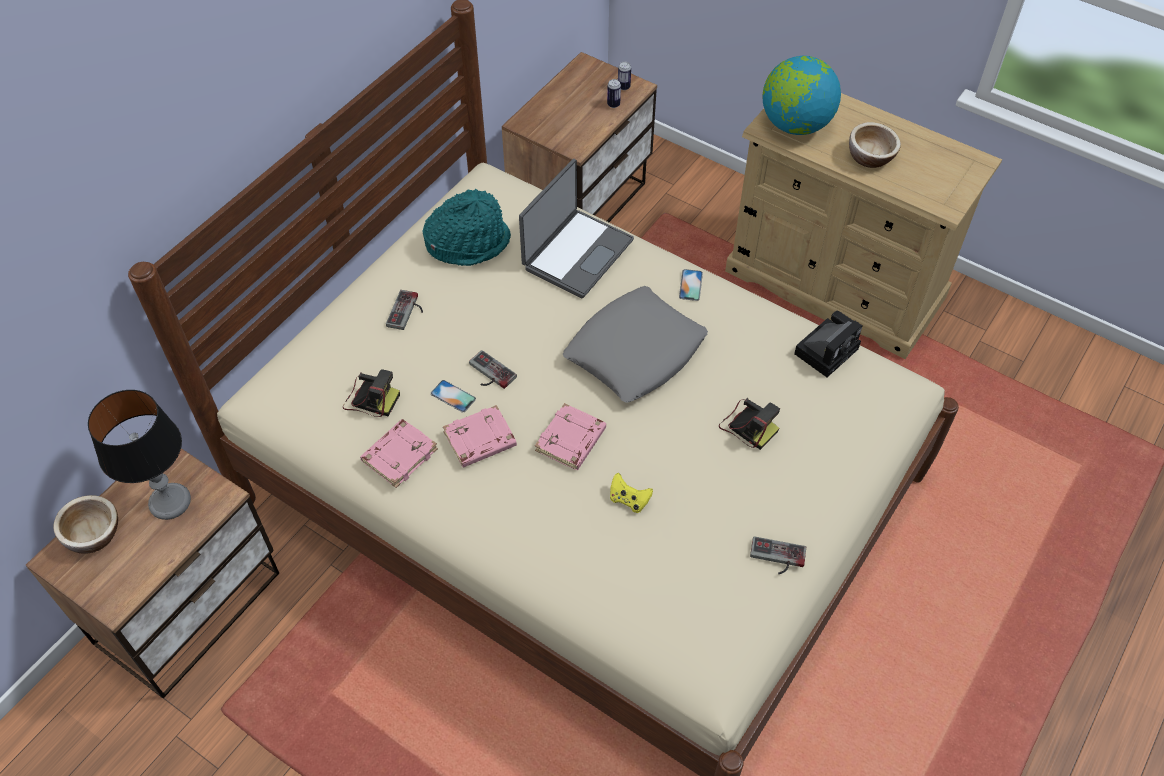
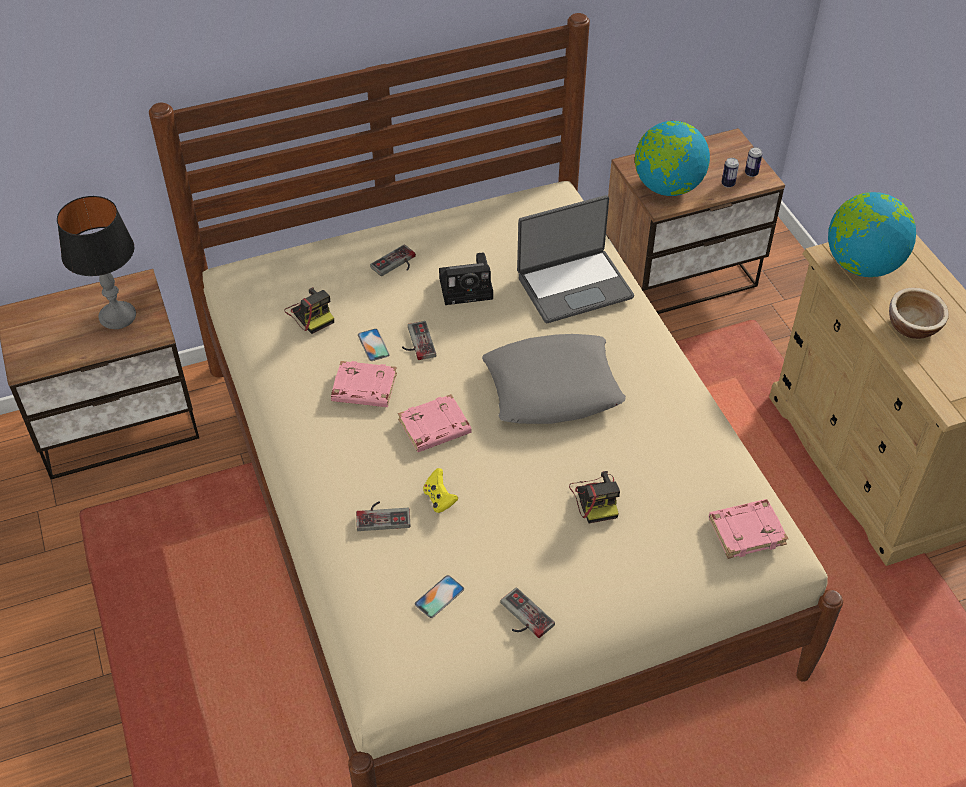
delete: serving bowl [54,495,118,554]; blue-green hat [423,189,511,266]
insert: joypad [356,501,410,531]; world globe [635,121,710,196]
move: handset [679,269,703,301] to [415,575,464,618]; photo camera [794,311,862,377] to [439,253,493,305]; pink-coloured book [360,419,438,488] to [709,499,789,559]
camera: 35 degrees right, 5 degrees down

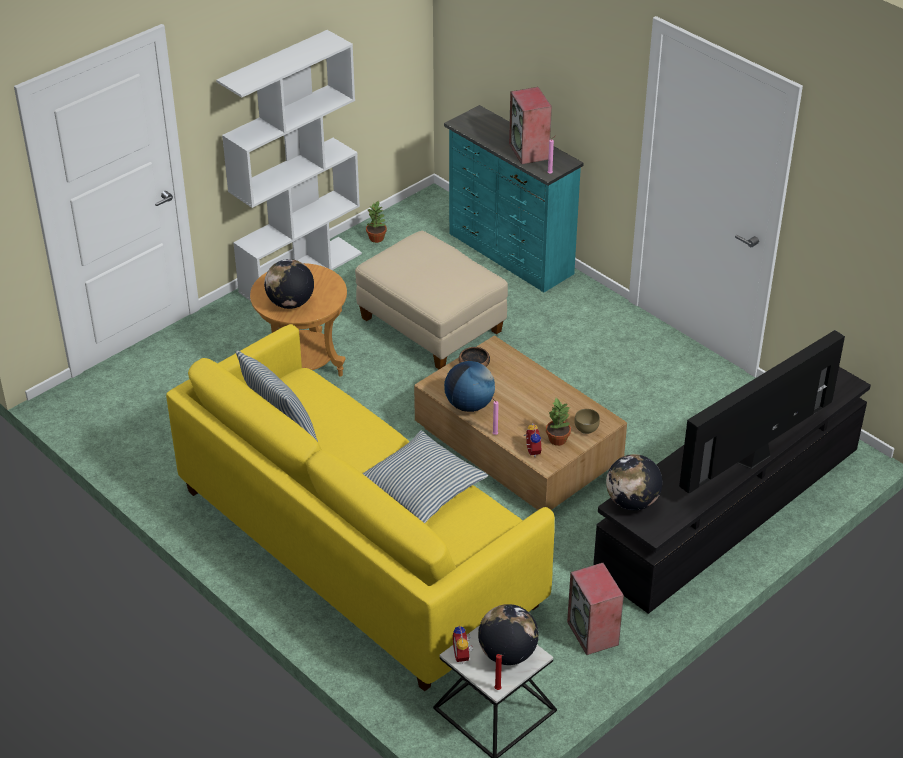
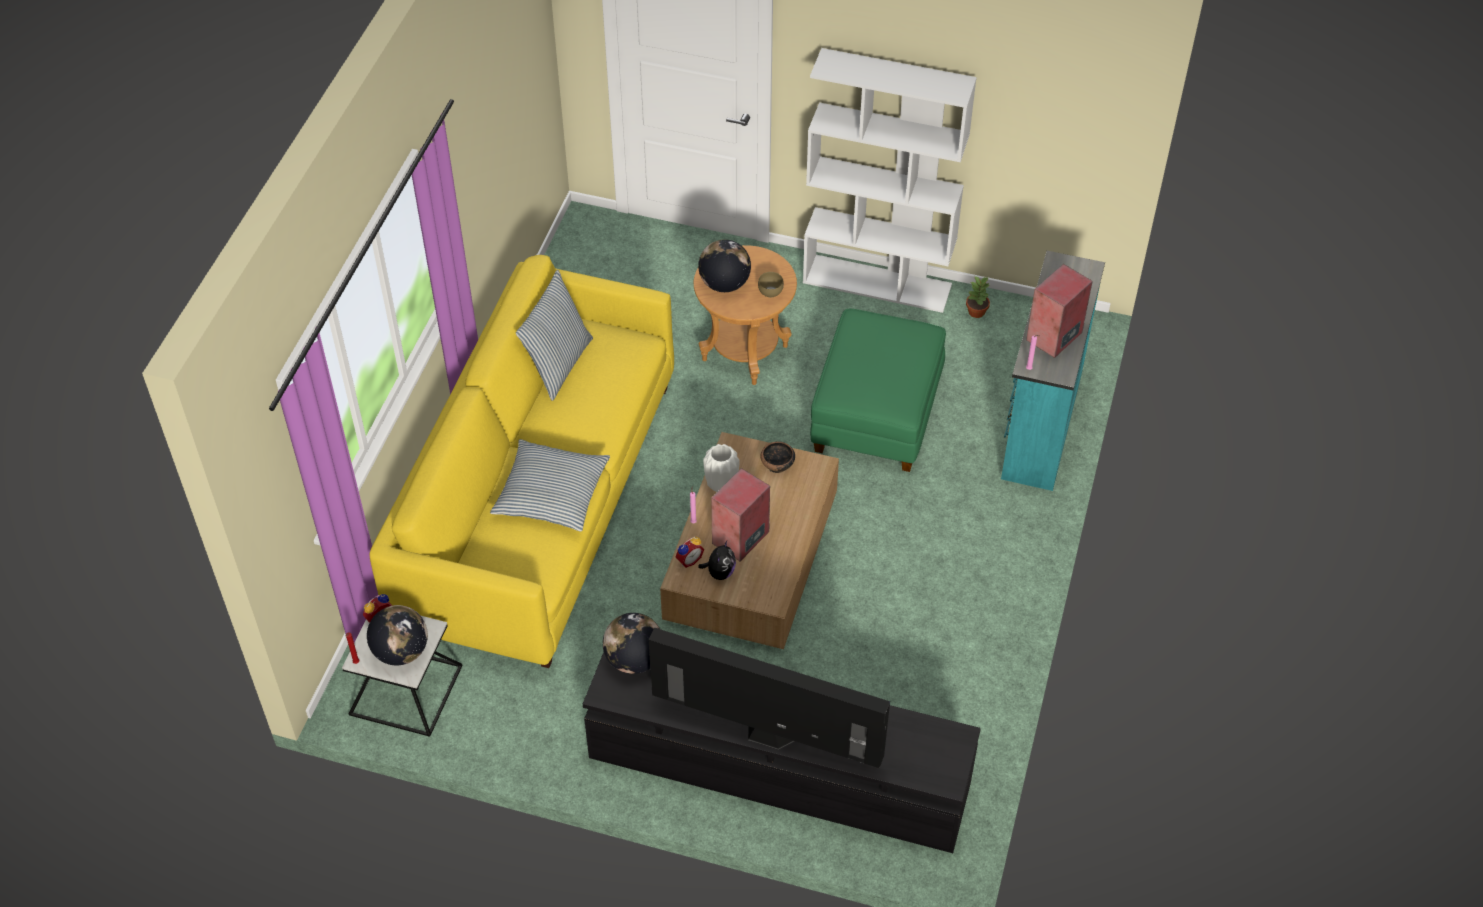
move: speaker [567,563,624,655] to [711,468,770,561]; brown-coloured serving bowl [574,409,600,434] to [758,272,784,298]
replace: potted plant [546,398,571,446] to soft toy [698,541,736,580]; world globe [444,361,495,412] to whitish decorative vase [703,444,739,492]
recolor: beige ottoman [355,231,508,369] to green-coloured ottoman [810,309,946,472]
camera: 60 degrees right, 10 degrees up

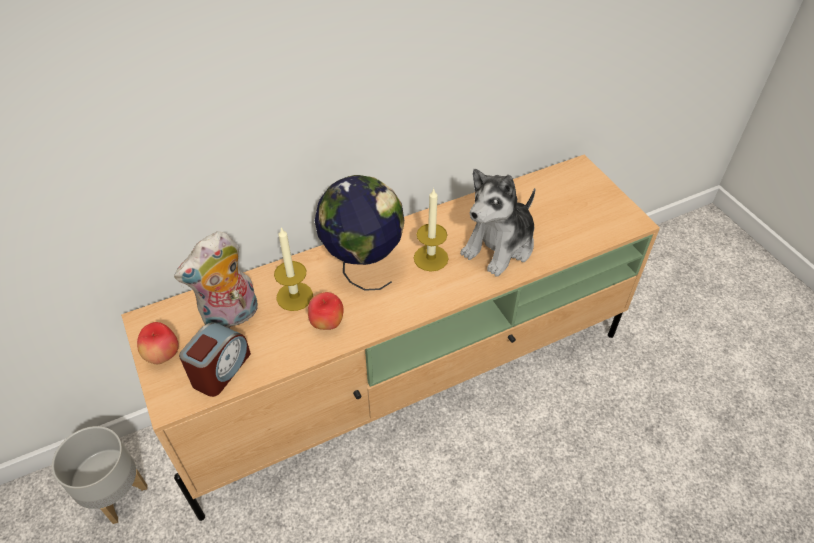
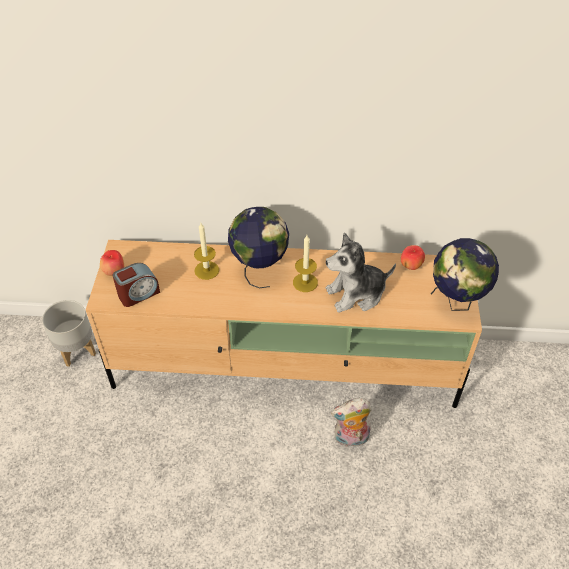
insert: world globe [431,238,499,311]
move: soft toy [174,231,258,329] to [331,398,372,449]; apple fruit [308,292,344,330] to [401,245,425,270]
camera: 30 degrees right, 0 degrees up

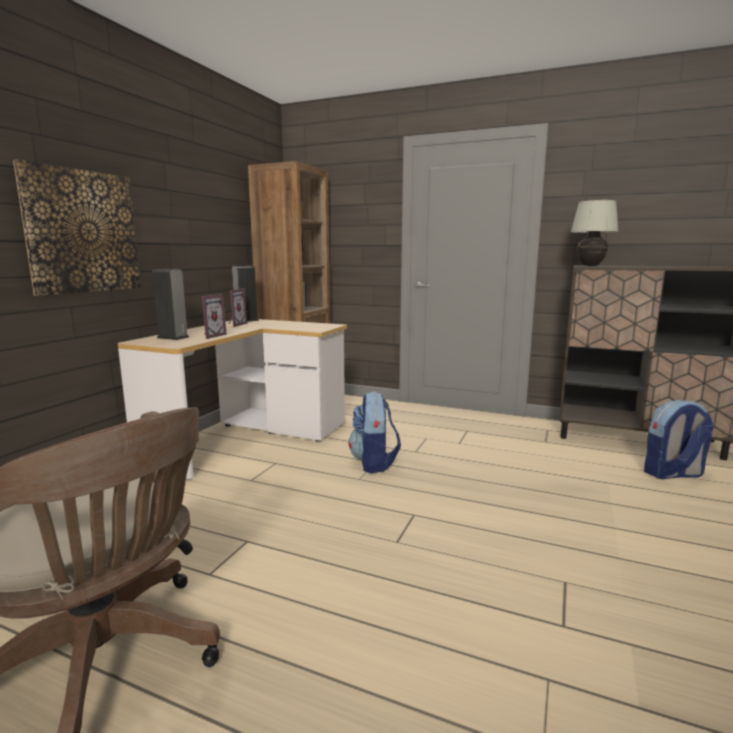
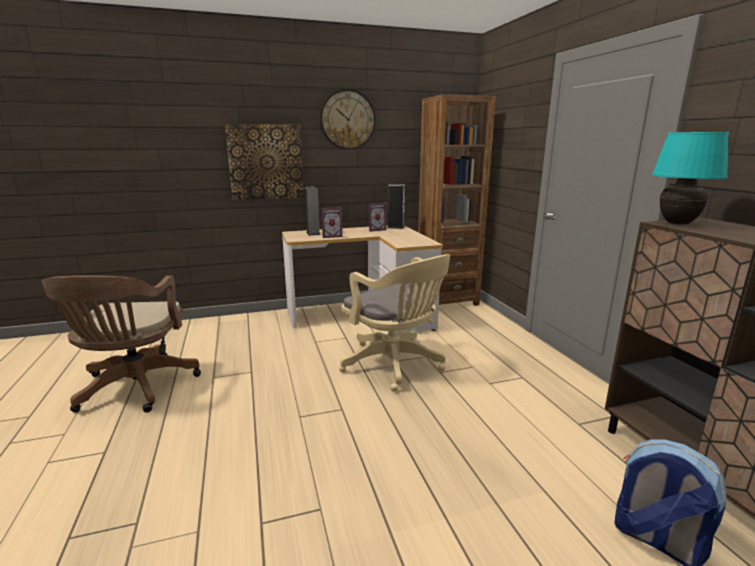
insert: clock on the wall [320,89,376,150]
replace: backpack [348,391,401,473] to beige computer chair [339,254,450,392]
recolor: whitish lamp for a table [571,200,619,266] to blue-green lamp for a table [652,132,729,225]
camera: 50 degrees right, 5 degrees up

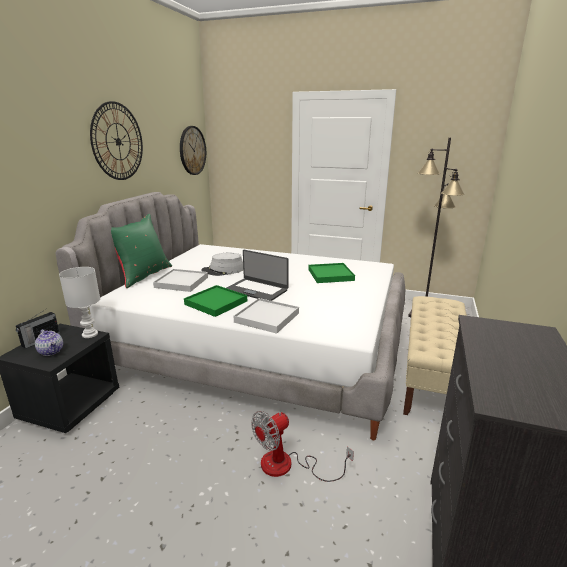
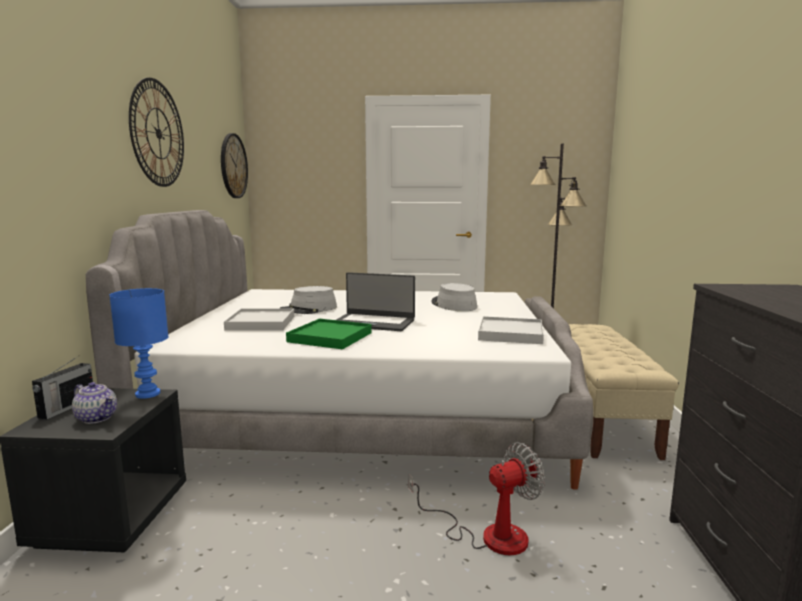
delete: green-coloured pillow [111,214,172,288]
move: whitish tray [234,298,299,334] to [478,316,544,344]
replace: green-coloured tray [308,263,355,283] to gray hat [431,283,477,311]
recolor: whitish lamp for a table [59,267,100,338] to blue lamp for a table [109,288,169,399]
rotate: electric fan [251,411,354,482] = [408,442,545,555] 150 degrees counterclockwise
camera: 15 degrees left, 10 degrees down

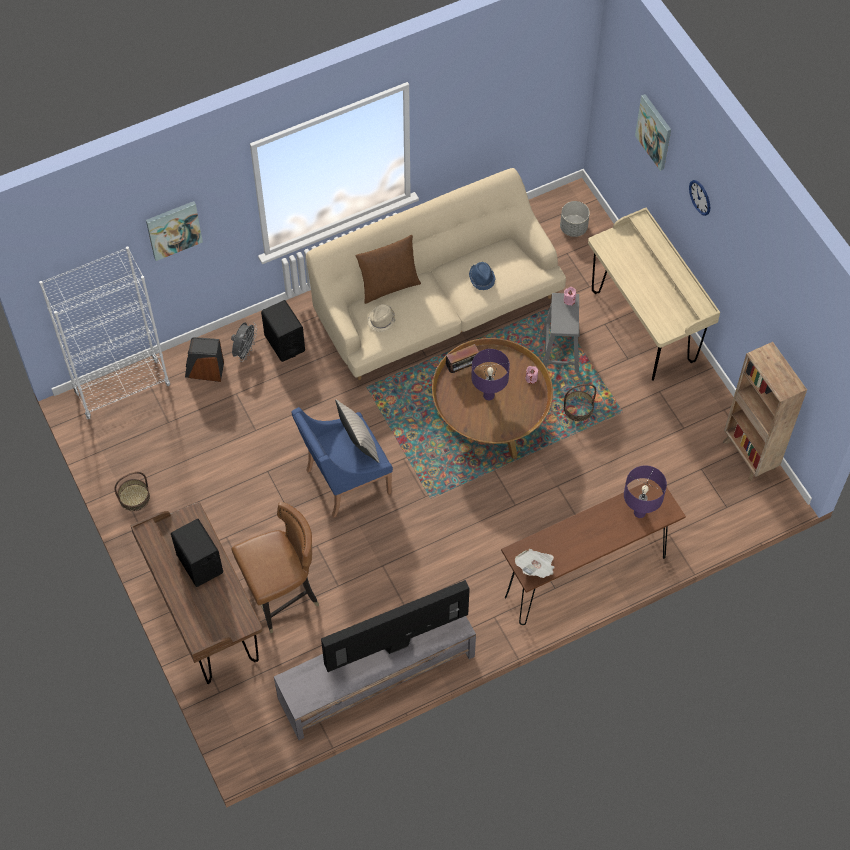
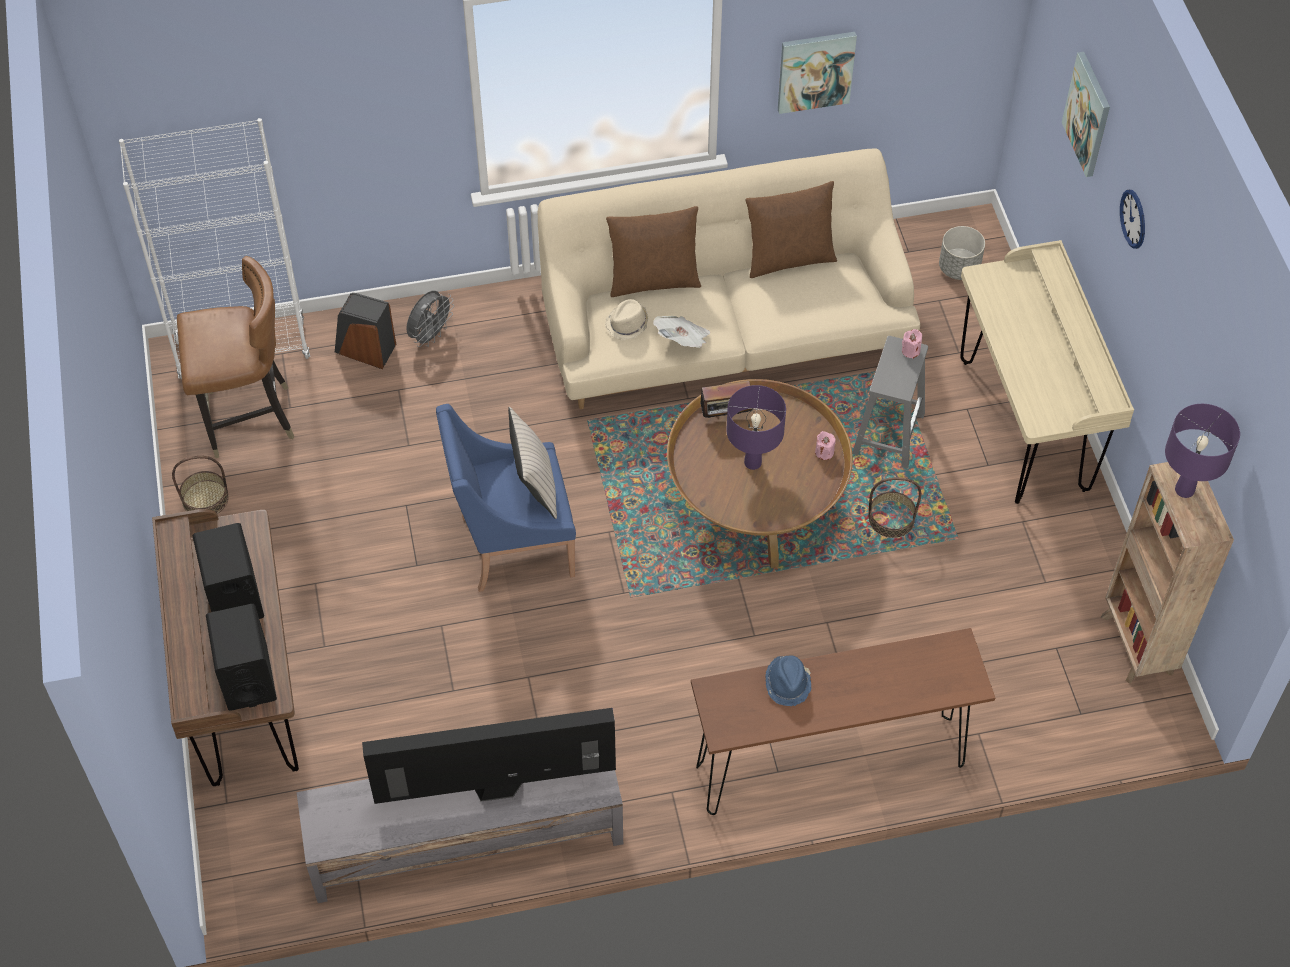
insert: brown-coloured pillow [745,181,837,278]
move: brown-coloured upright chair [231,502,319,633] to [177,256,294,458]; blackish speaker [261,300,305,362] to [206,604,277,711]; printed paper [515,549,555,578] to [653,316,711,348]; blue hat [469,262,496,290] to [766,655,812,706]; picture [146,201,203,261] to [778,32,857,114]; purple lamp for a table [624,465,667,518] to [1165,404,1240,498]
camera: 15 degrees right, 5 degrees down

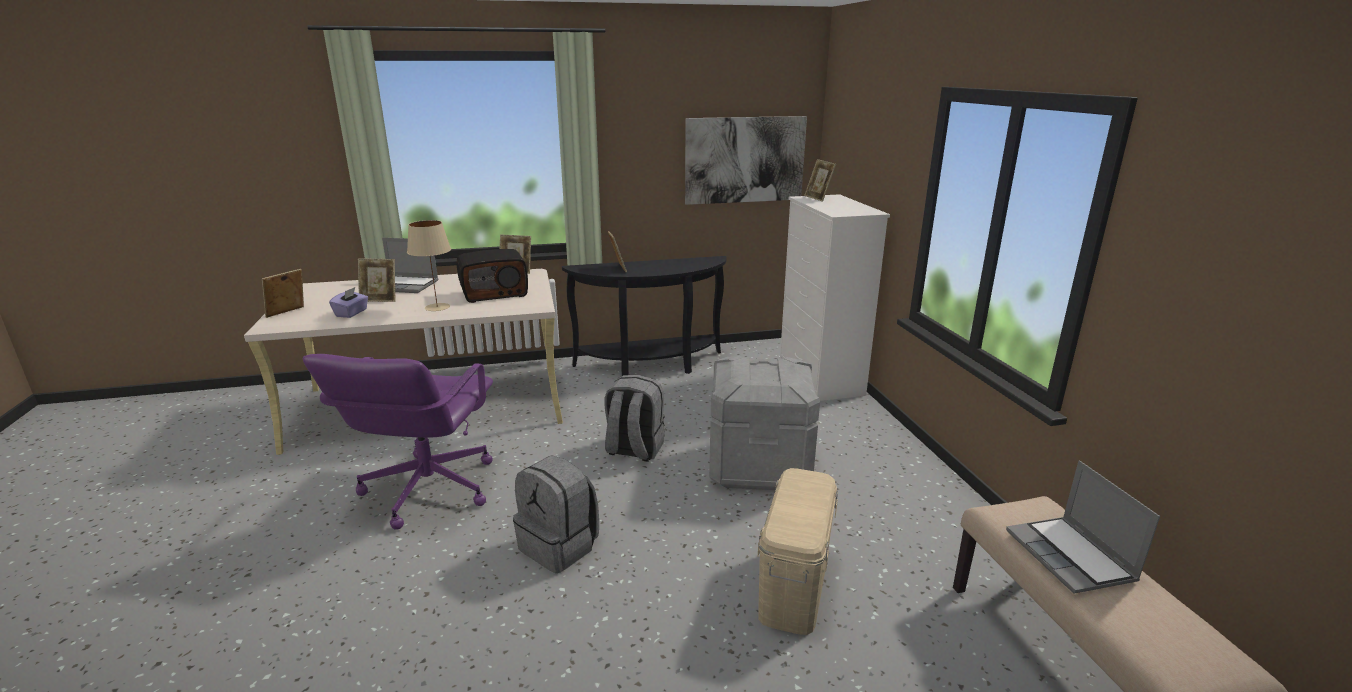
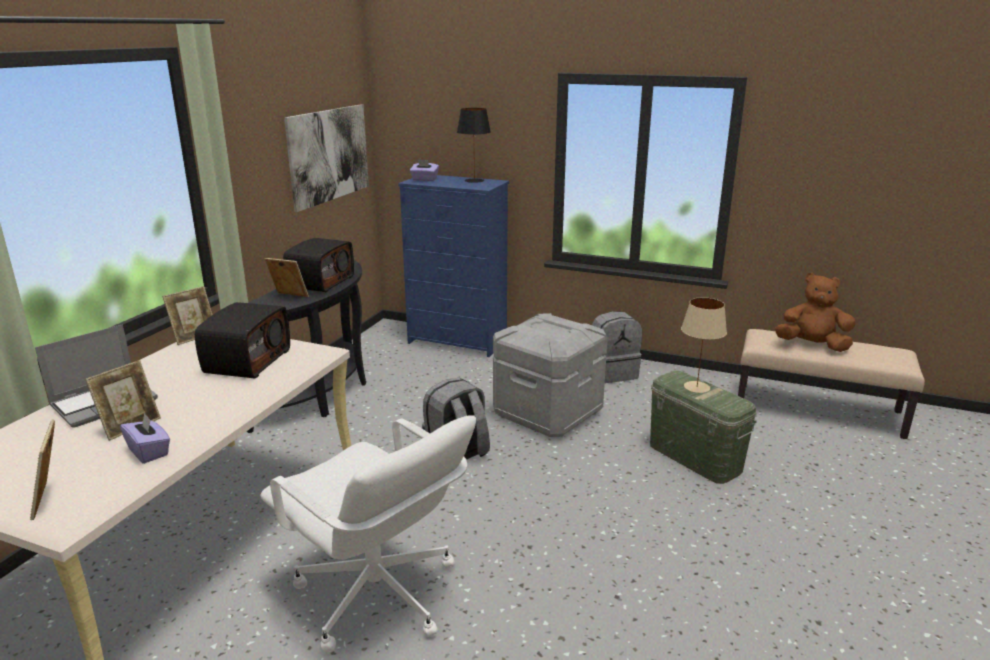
insert: radio set [283,238,354,292]; blackish lamp for a table [457,108,491,183]
move: gray backpack [513,455,599,573] to [592,311,642,383]; beige lamp for a table [407,220,451,311] to [681,297,727,393]
replace: picture frame [804,159,836,202] to purple tissue box [410,160,439,181]; notebook computer [1006,460,1160,594] to brown-coloured soft toy [775,273,855,352]
recolor: purple computer chair [303,354,493,530] to whitish computer chair [260,415,476,653]; whitish dresser [780,194,890,401] to blue dresser [398,175,509,357]; beige storage box [758,468,838,635] to green-coloured storage box [650,371,757,484]
camera: 55 degrees left, 0 degrees up

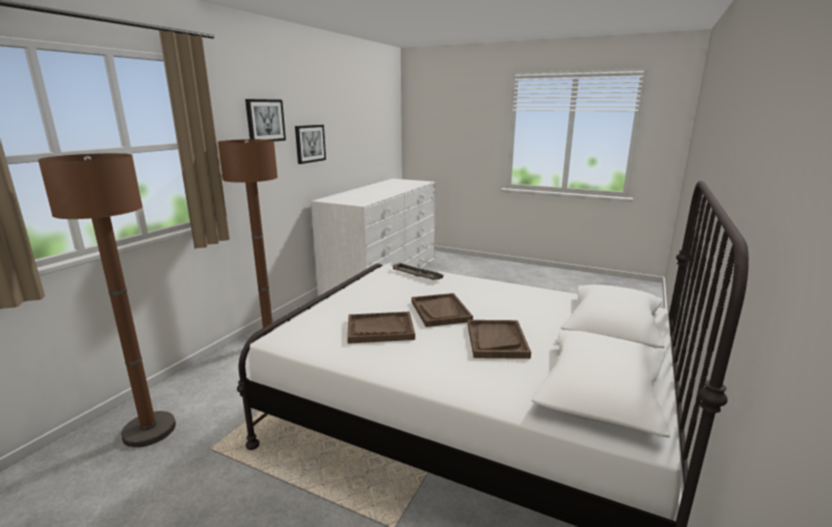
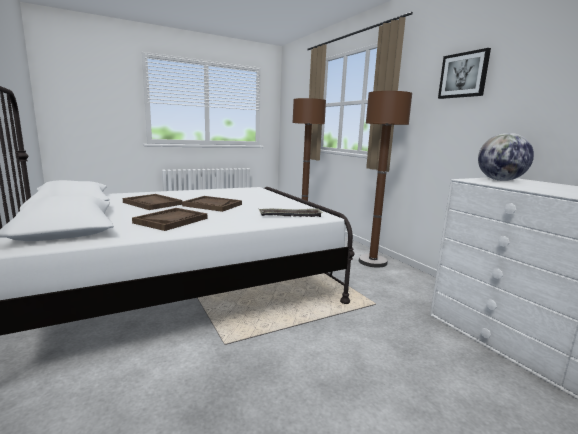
delete: picture [295,125,326,164]
insert: world globe [478,133,534,181]
move: brown-coloured tray [347,312,415,344] to [132,208,207,231]
camera: 125 degrees right, 5 degrees down

